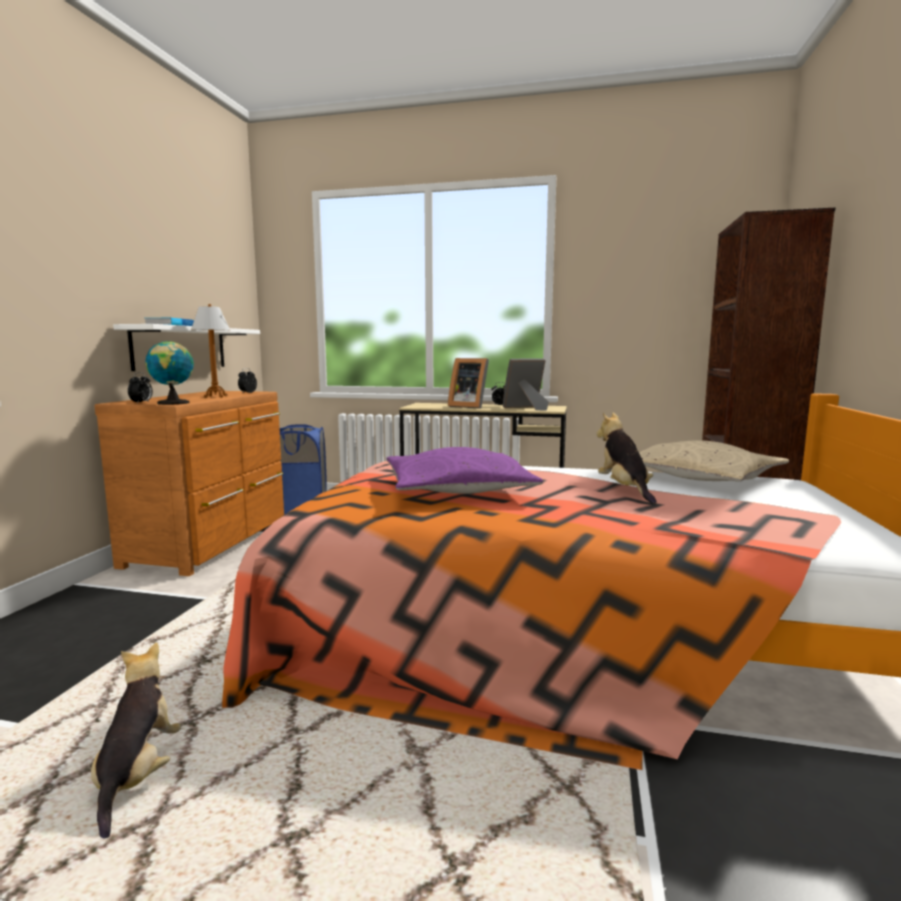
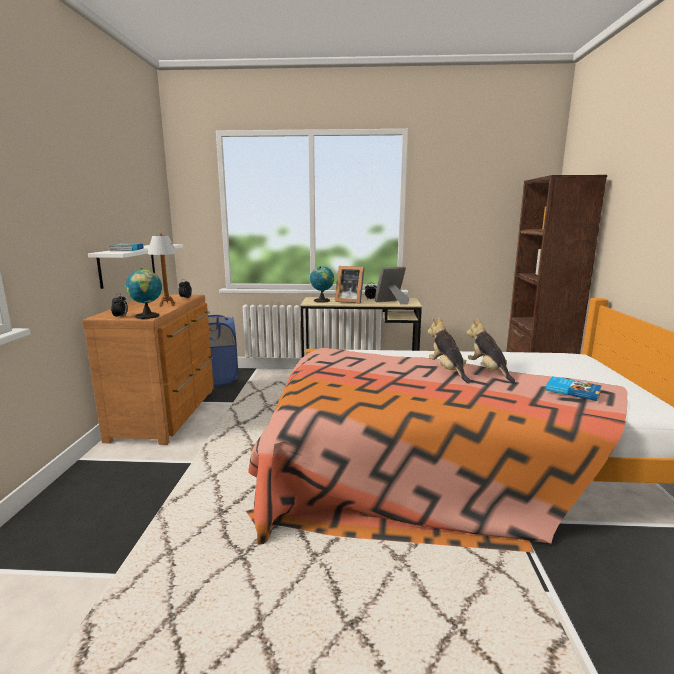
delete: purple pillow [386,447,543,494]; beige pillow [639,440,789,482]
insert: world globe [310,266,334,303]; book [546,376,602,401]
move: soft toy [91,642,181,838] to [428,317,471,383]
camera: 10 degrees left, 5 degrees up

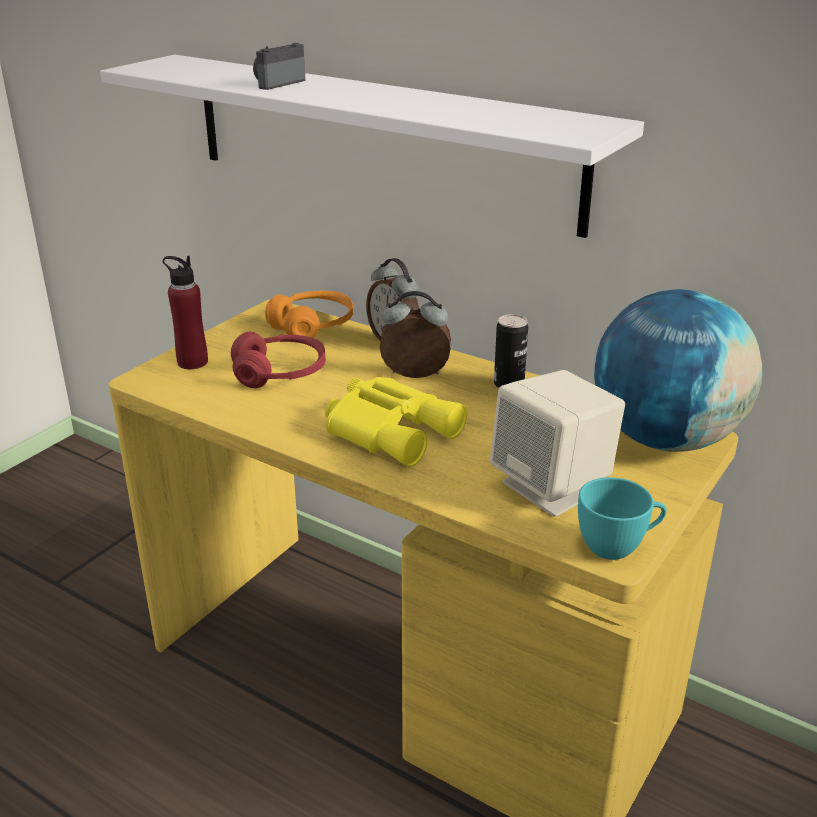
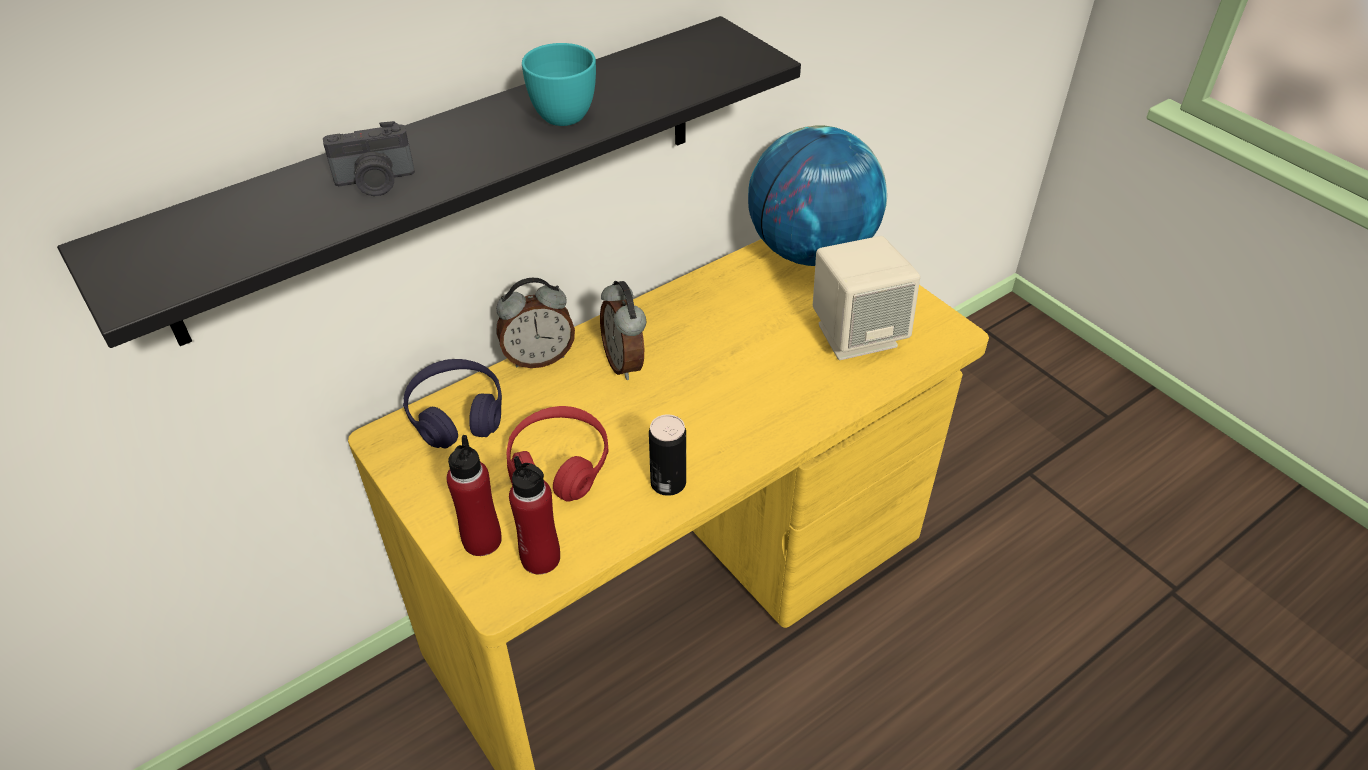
delete: yellow-coloured binoculars [325,377,467,467]
insert: reddish beverage bottle [509,456,560,574]
move: blue-green cup [578,477,667,560] to [522,43,596,126]; can [494,314,528,388] to [649,415,686,496]
recolor: whitish shelf [100,55,644,238] to blackish shelf [57,16,801,348]; orange-coloured headset [265,291,353,338] to purple headset [403,359,502,449]
rotate: photo camera [253,43,305,90] = [323,121,415,196] 75 degrees counterclockwise; bedside clock [380,291,451,378] = [600,281,646,380] 45 degrees counterclockwise
camera: 70 degrees left, 15 degrees up

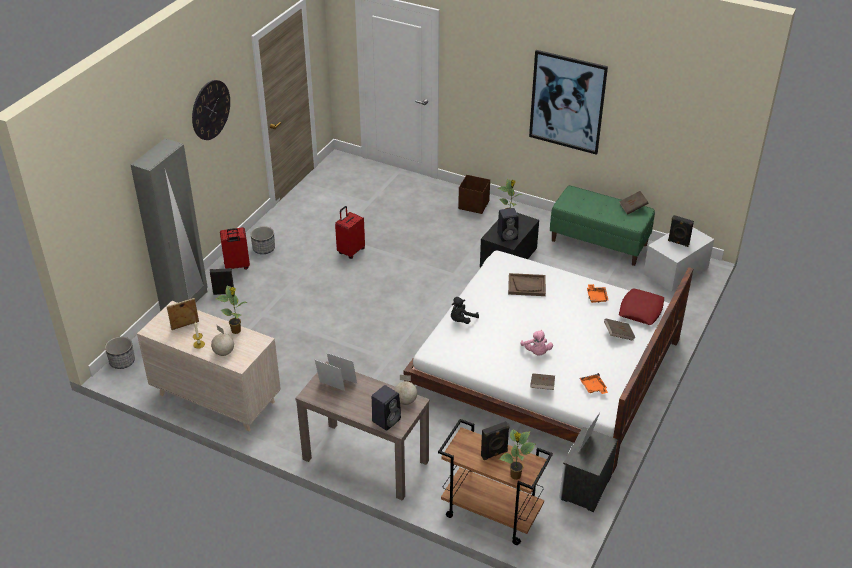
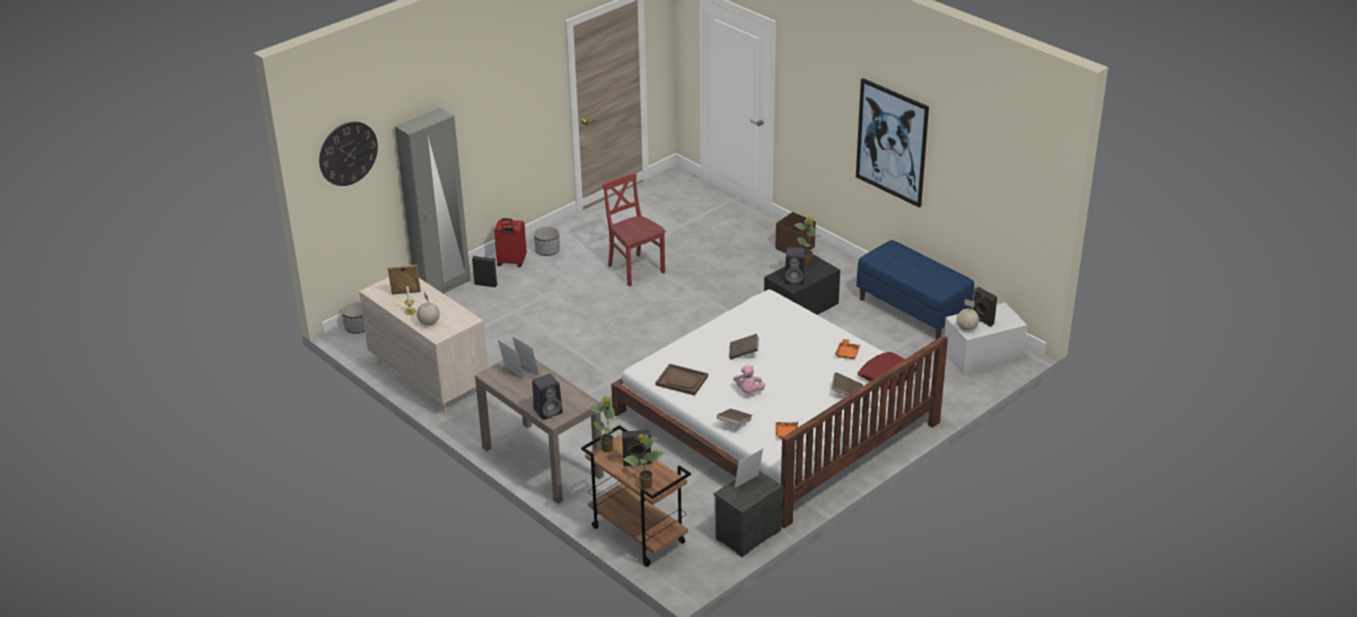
delete: blackish soft toy [451,297,479,324]
move: clock on the wall [192,80,230,140] to [319,121,378,186]; potted plant [216,285,248,334] to [589,395,622,452]; brown-coloured tray [508,273,546,296] to [656,364,708,396]; brown-coloured book [619,191,649,215] to [729,334,759,359]; world globe [394,375,417,405] to [957,299,979,331]
replace: reddish suitcase [335,206,365,259] to reddish upright chair [602,173,666,287]
recolor: green-coloured indoor bench [550,185,655,266] to blue indoor bench [857,240,974,339]
camera: 20 degrees right, 5 degrees down

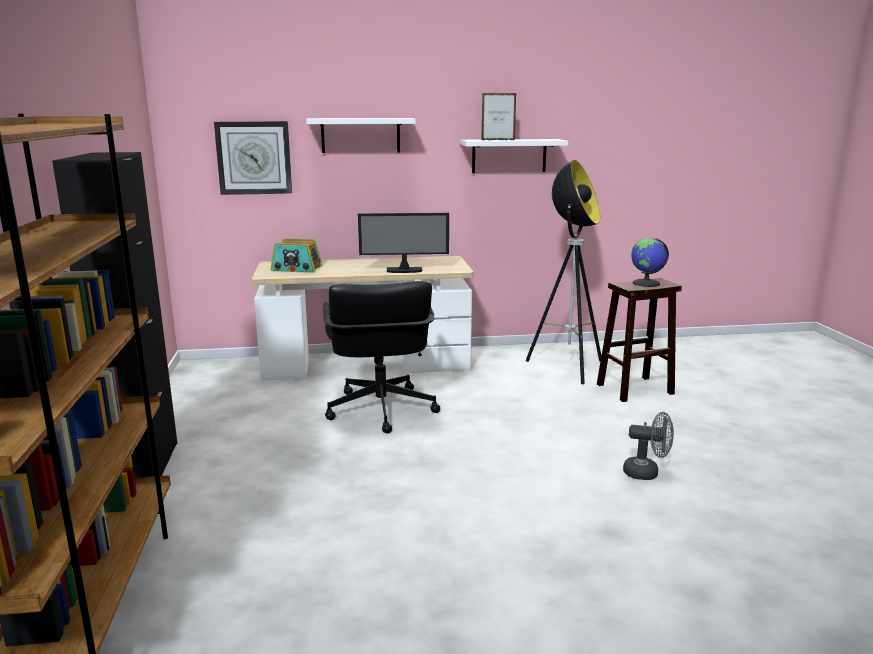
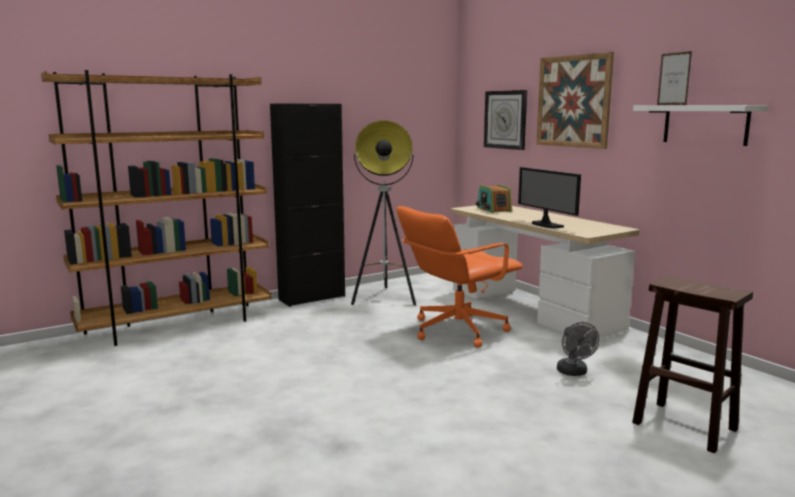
delete: world globe [631,238,669,287]
move: standing lamp [526,160,602,384] to [351,120,416,305]; gray electric fan [623,412,674,480] to [557,322,600,376]
replace: whitish shelf [306,118,416,153] to picture [536,52,614,149]
recolor: blackish computer chair [323,281,440,434] to orange-coloured computer chair [397,206,523,348]
camera: 65 degrees right, 5 degrees down

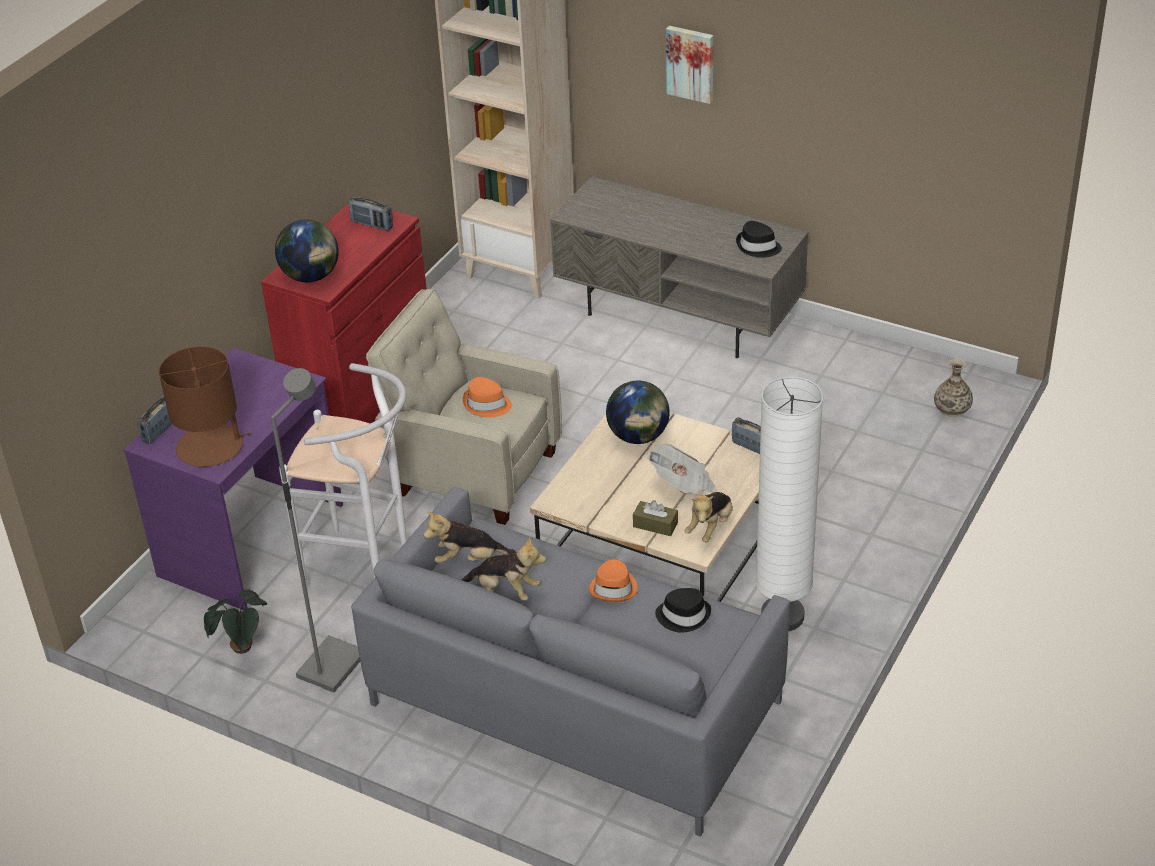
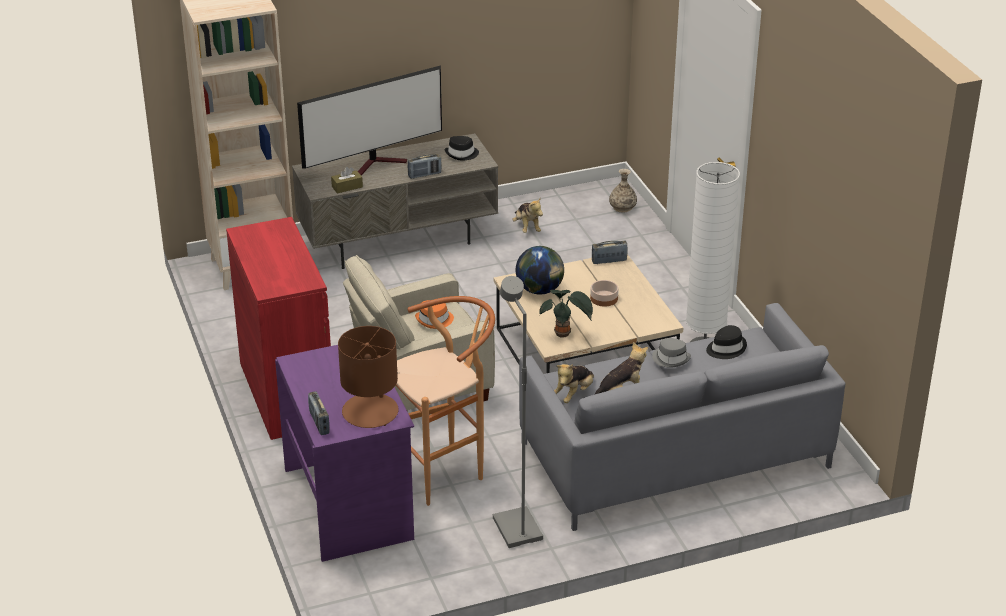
delete: world globe [275,219,339,282]; picture [666,26,713,104]
insert: television [297,65,442,175]
move: brown-coloured tissue box [633,500,678,536] to [331,167,363,194]; radio set [349,197,393,231] to [408,154,442,179]; soft toy [685,492,733,542] to [512,197,543,233]; potted plant [204,589,267,654] to [539,290,593,338]
replace: printed paper [647,444,718,495] to serving bowl [590,280,618,307]
recolor: whitish sitting stool [279,363,407,587] to brown-coloured sitting stool [396,296,495,506]; orange-coloured hat [588,559,638,602] to gray hat [652,338,691,368]
camera: 50 degrees left, 5 degrees down

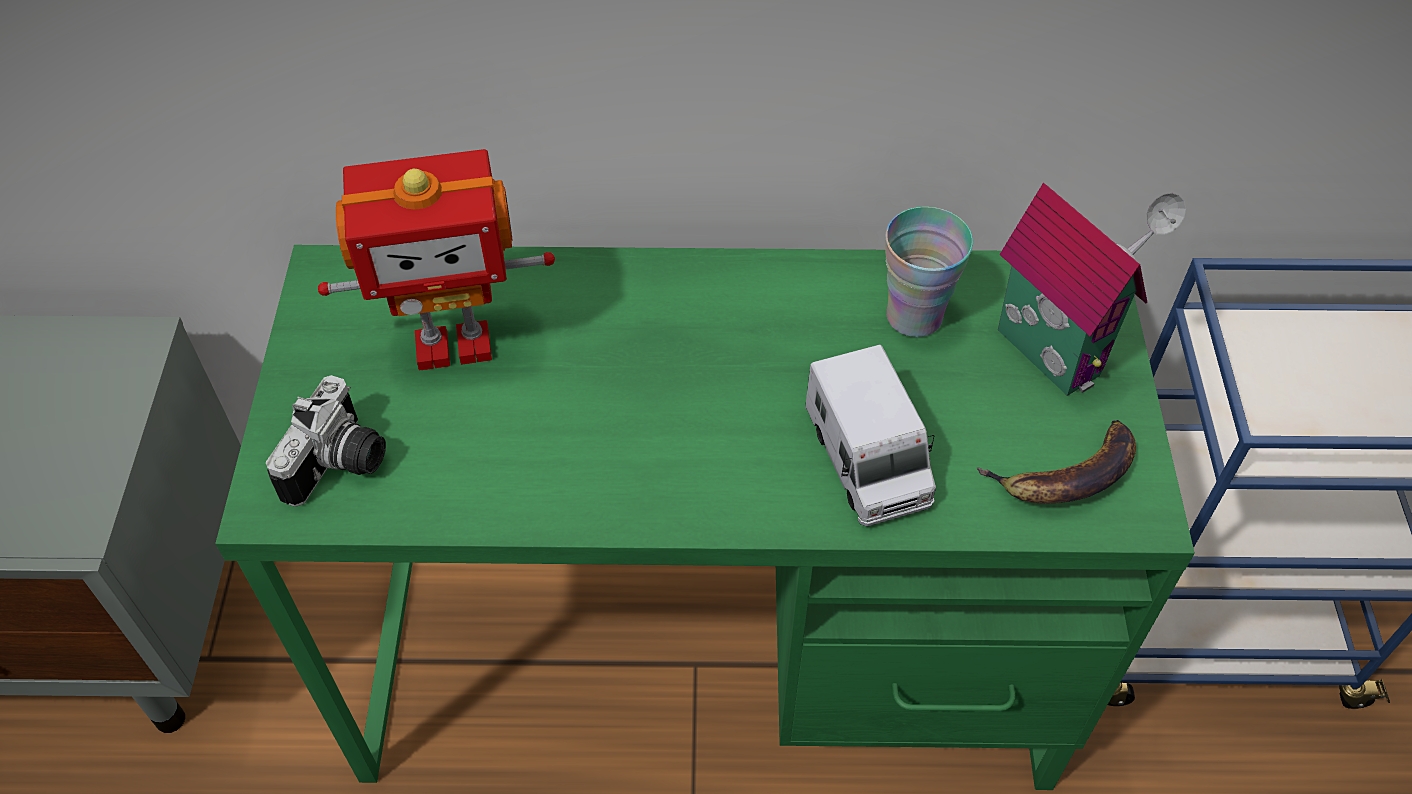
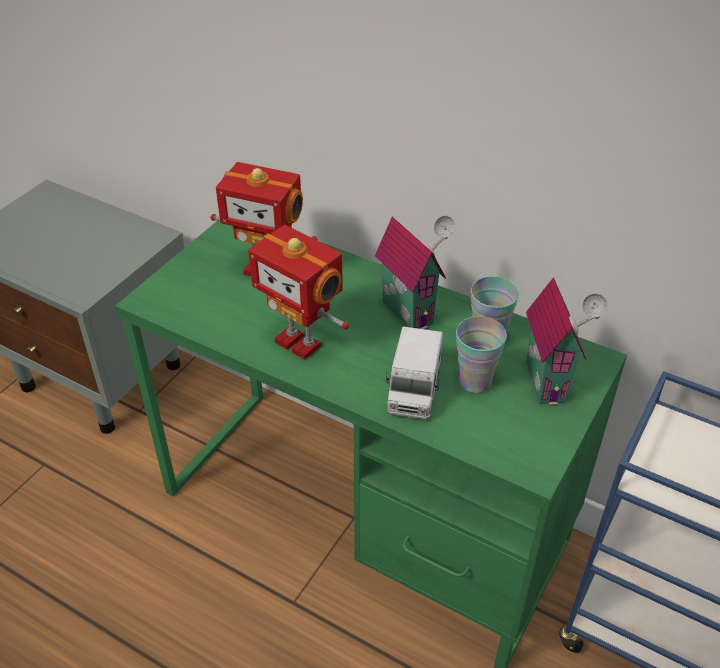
delete: photo camera [266,375,386,507]; banana fruit [976,420,1136,504]
insert: model robot [248,225,349,360]; model house [375,216,455,330]; cup [456,316,507,393]
camera: 30 degrees right, 10 degrees down

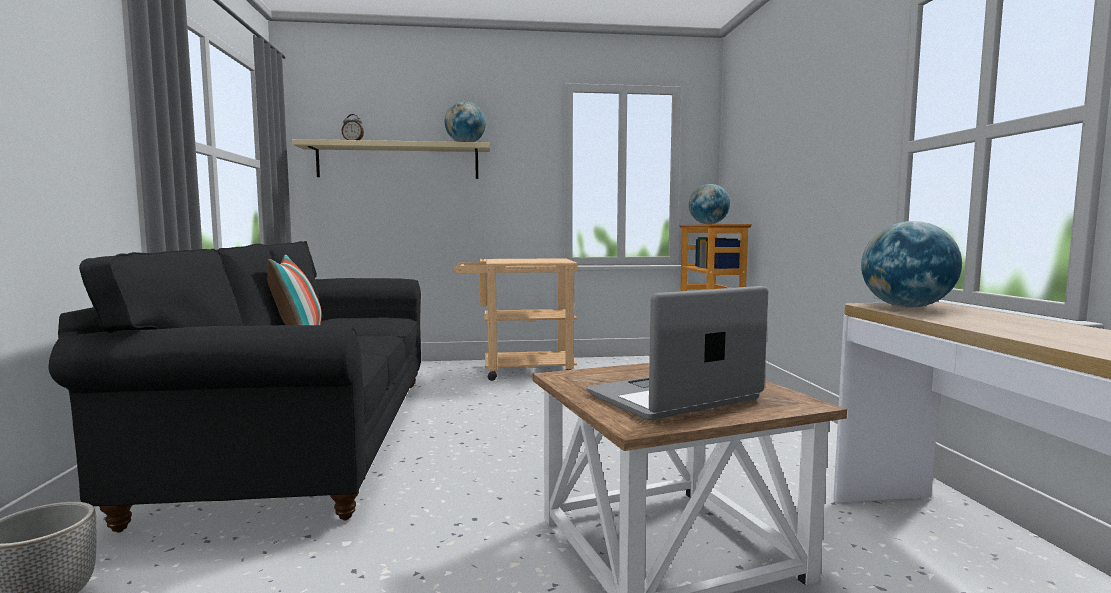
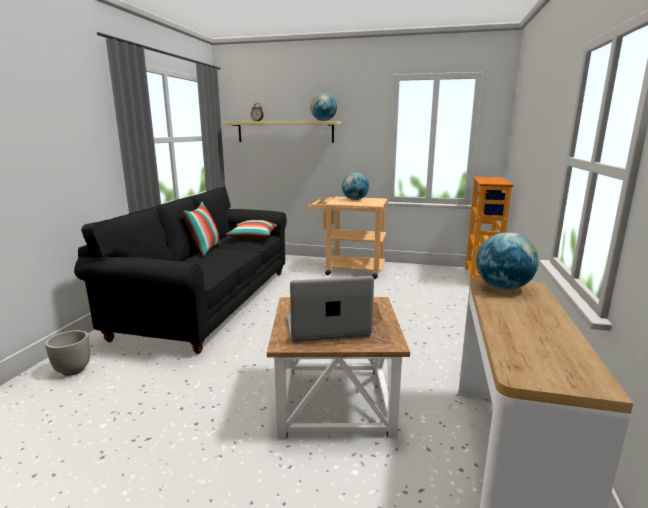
insert: pillow [226,220,277,240]
move: world globe [689,184,730,224] to [342,173,369,200]
camera: 20 degrees right, 10 degrees up

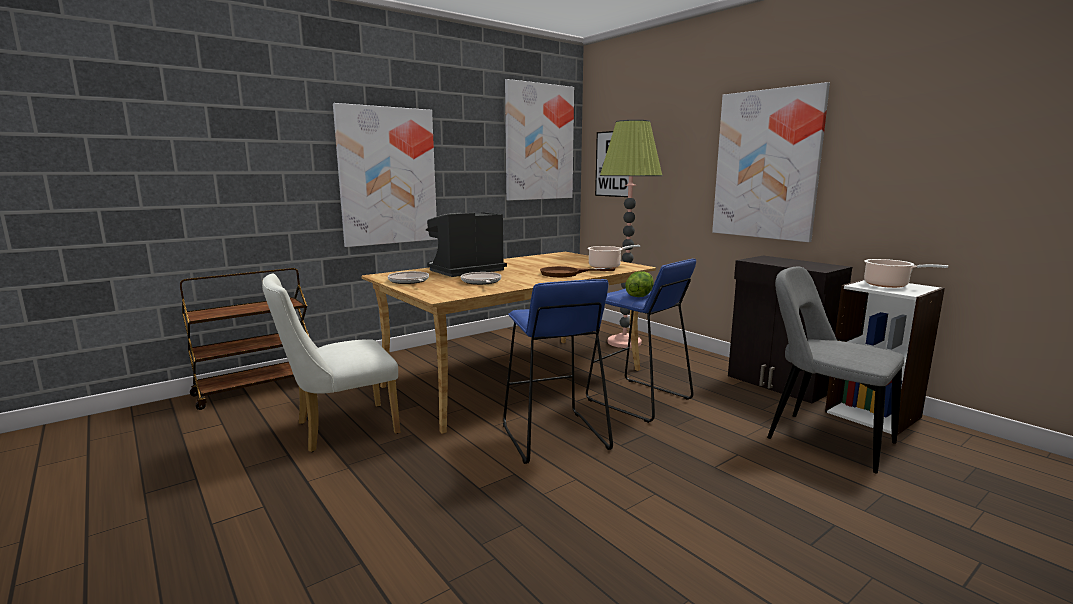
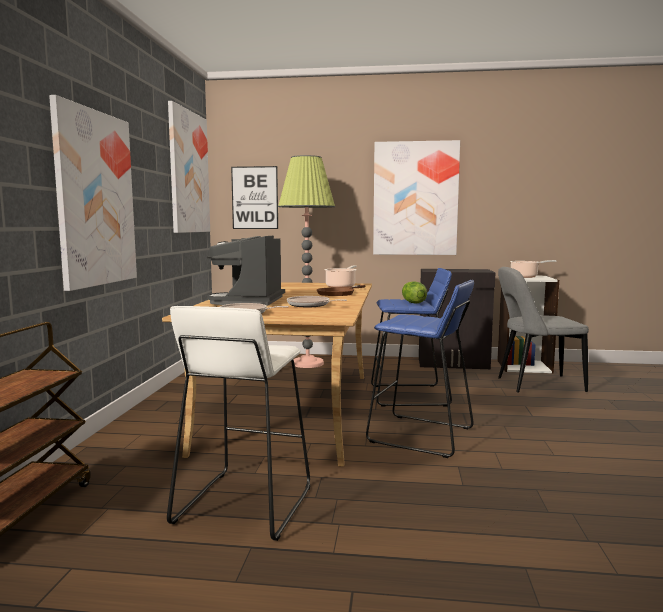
replace: whitish upright chair [262,274,400,452] to whitish sitting stool [167,306,310,541]
camera: 45 degrees left, 5 degrees down

